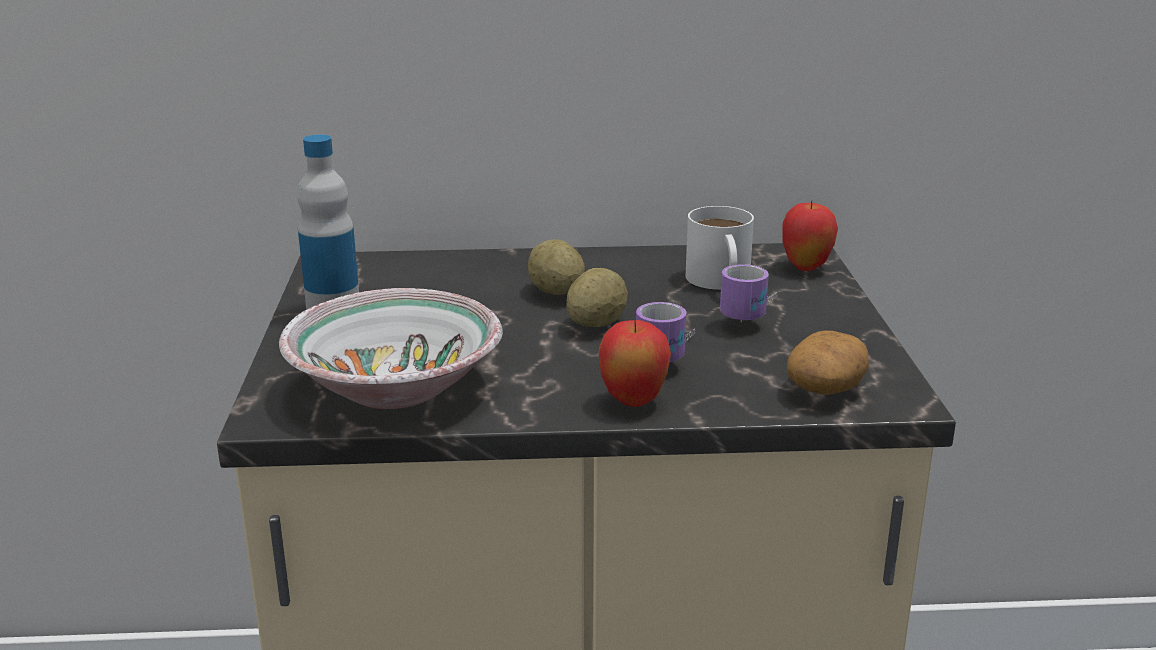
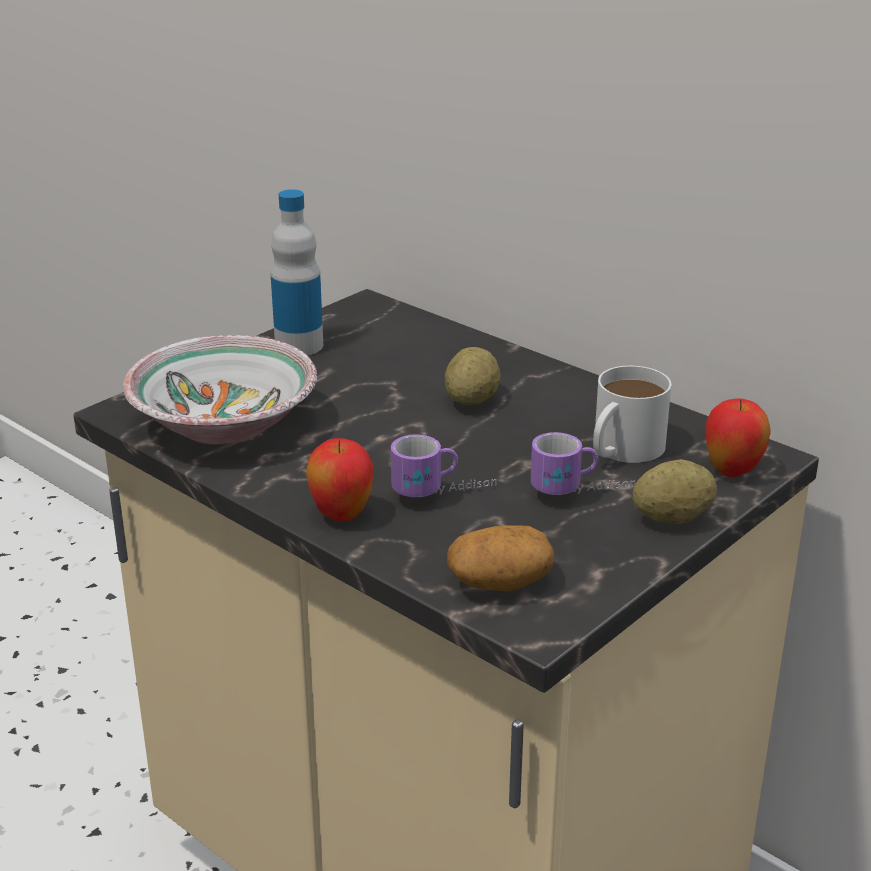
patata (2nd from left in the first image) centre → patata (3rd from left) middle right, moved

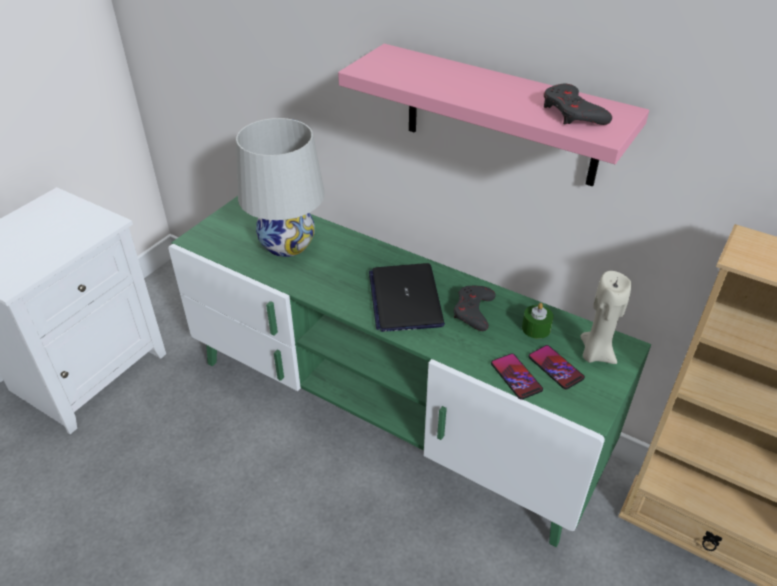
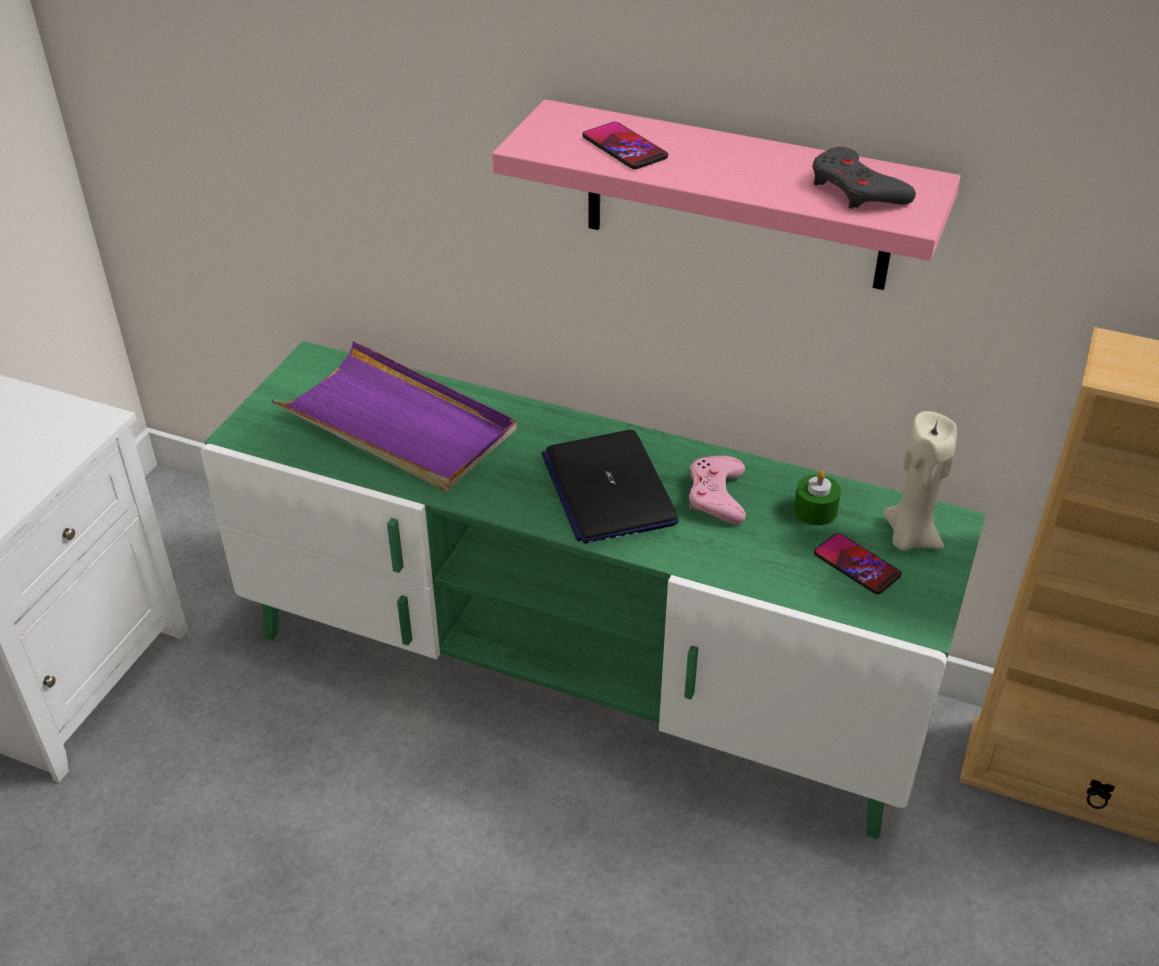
lámpara de mesa (blanco) top centre → bandeja (morado) centre
mando de consola (gris) (1st from left) centre → mando de consola (rosa) centre
móvil (1st from left) centre → móvil (1st from left) top centre, moved

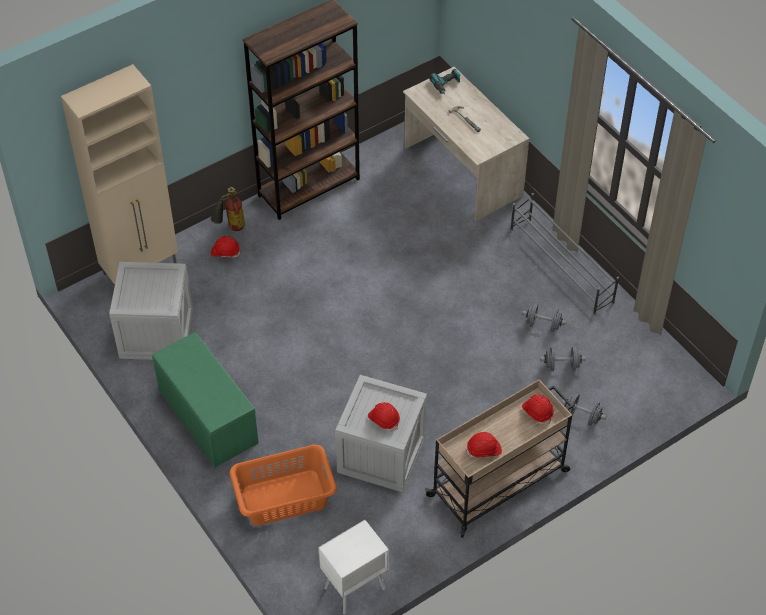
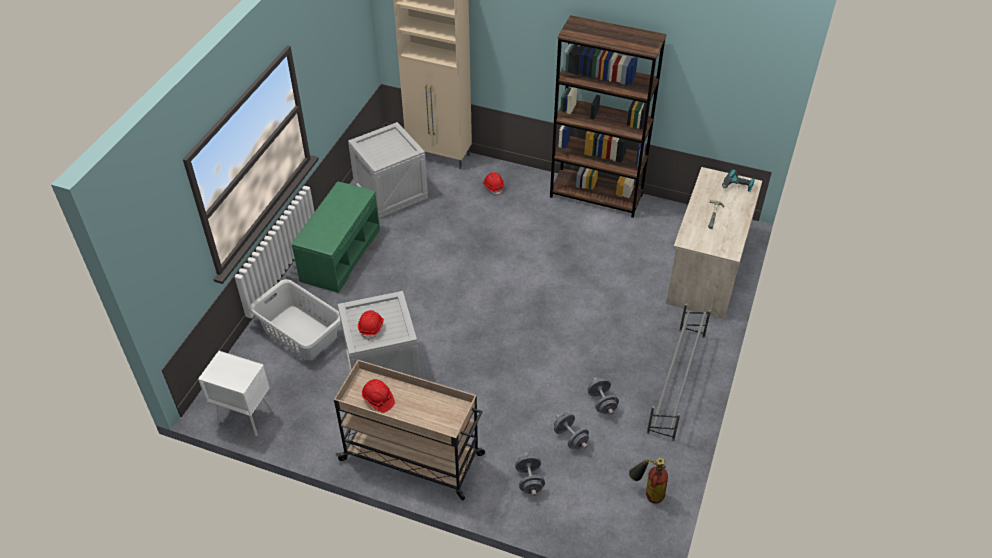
extintor middle left → extintor bottom centre, moved
casco (rojo) (4th from left) bottom right → -
cesto de la ropa (naranja) bottom centre → cesto de la ropa (gris) middle left

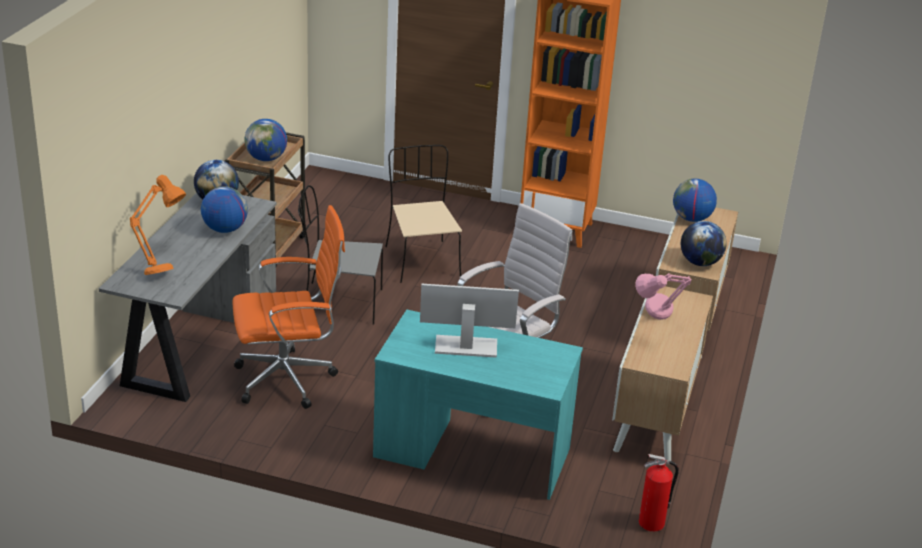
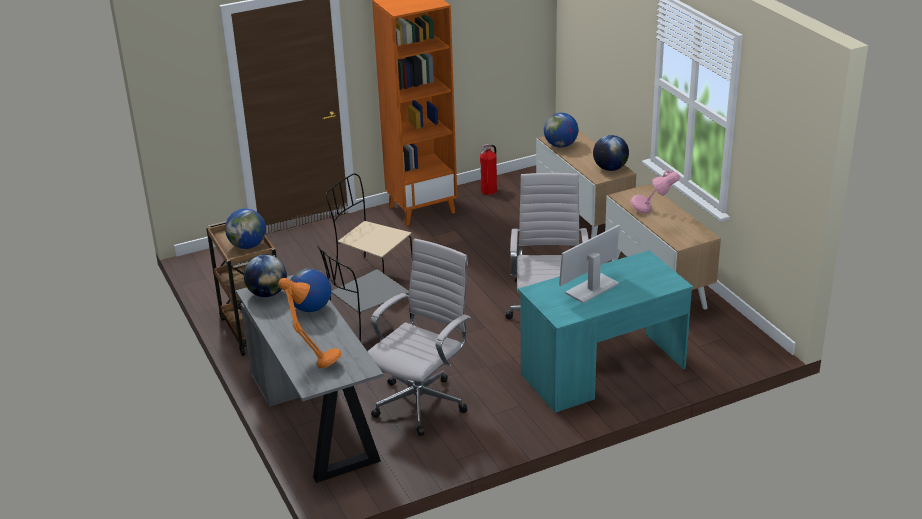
silla de oficina (naranja) middle left → silla de oficina (blanco) (1st from left) centre
extintor bottom right → extintor top centre, moved

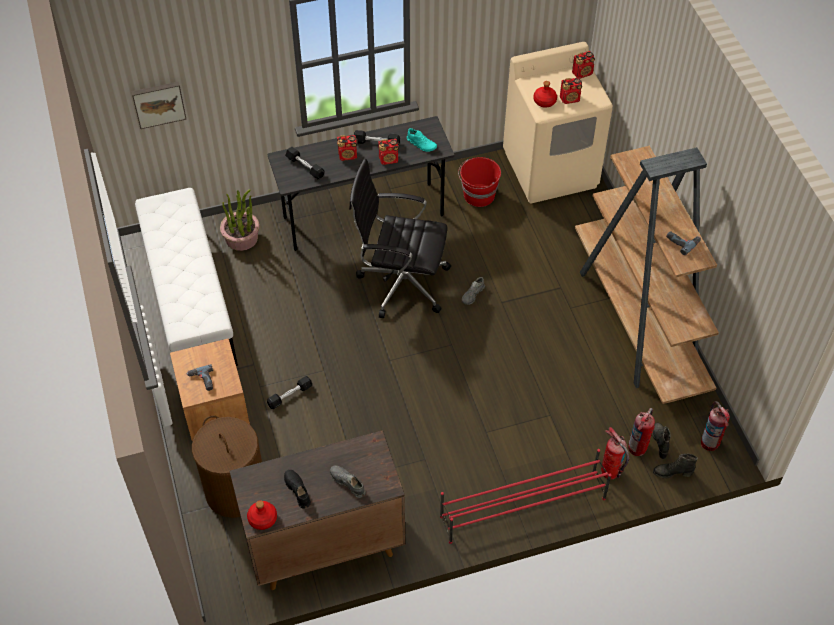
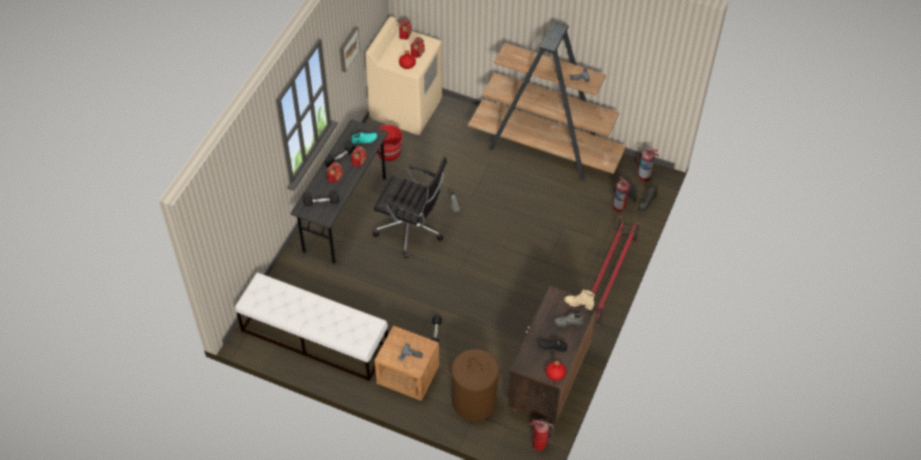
cuadro top left → cuadro top centre, moved
silla de oficina (negro) centre, 120 degrees counterclockwise
planta en maceta middle left → -
extintor (1st from left) bottom right → extintor (1st from left) bottom centre, moved
- → bota (beis) centre

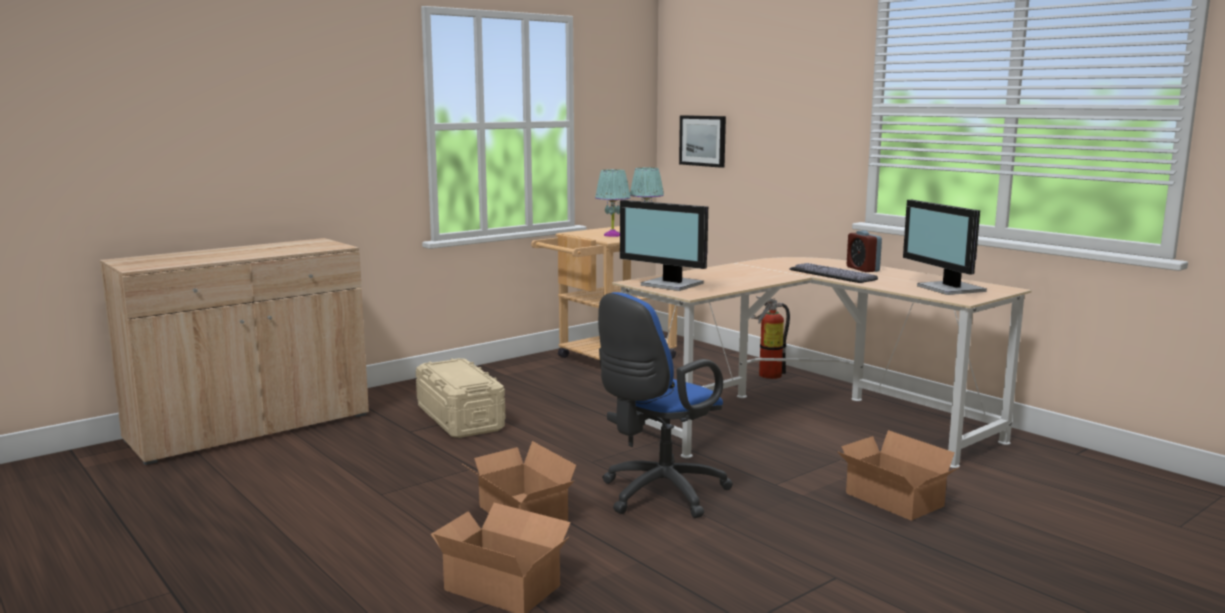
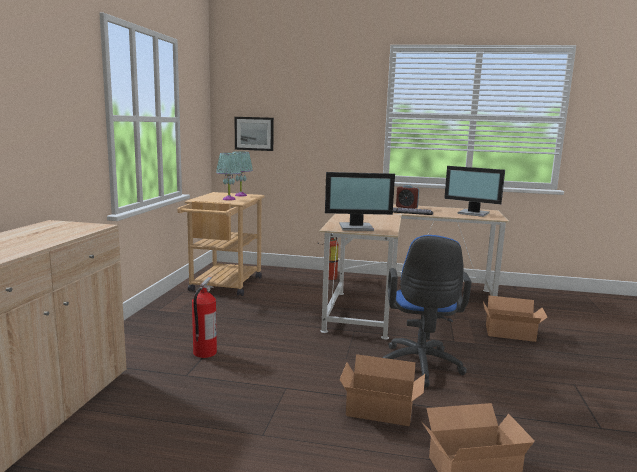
caja de almacenaje (beis) centre → extintor (1st from left) bottom left

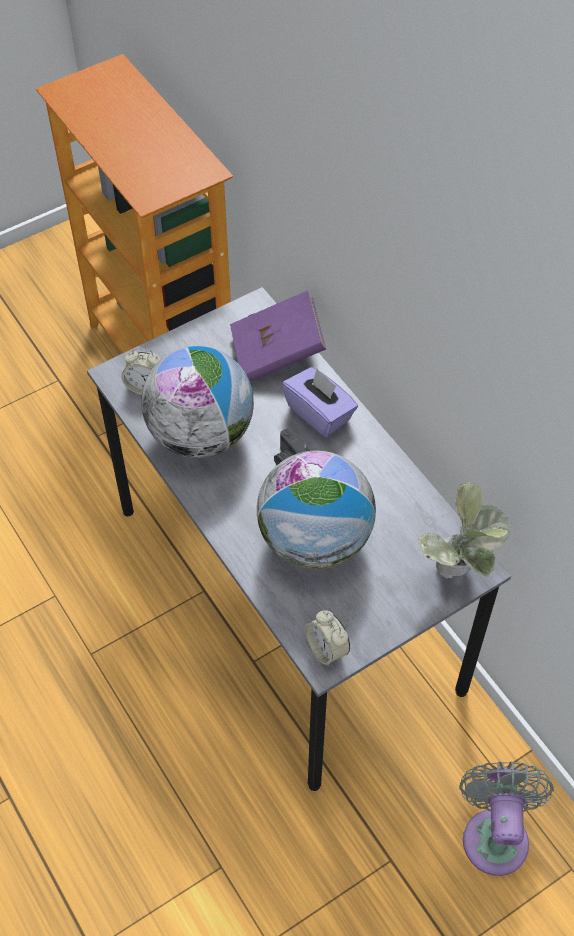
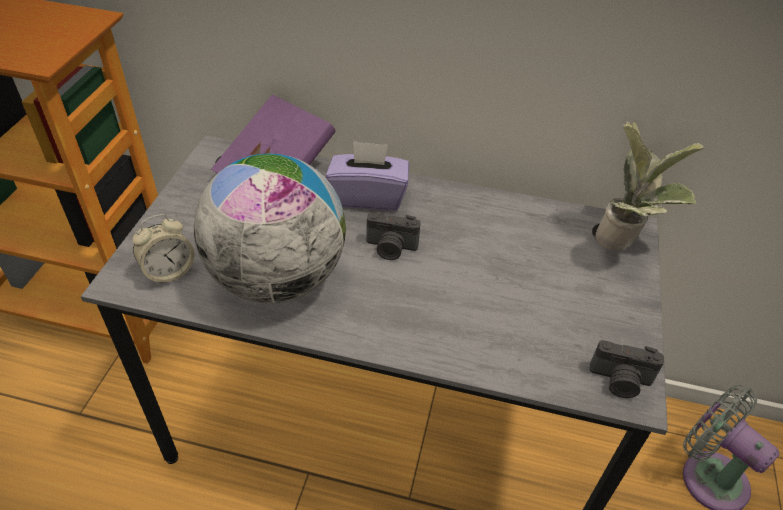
globo terráqueo (2nd from left) centre → -
despertador (2nd from left) bottom centre → cámara (2nd from left) bottom right

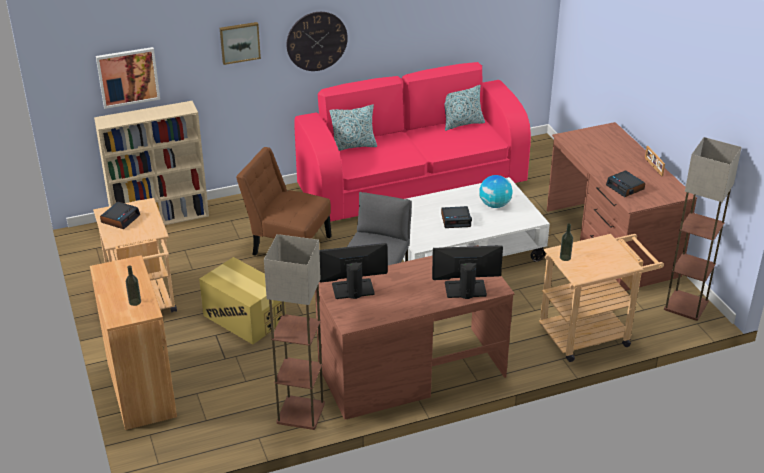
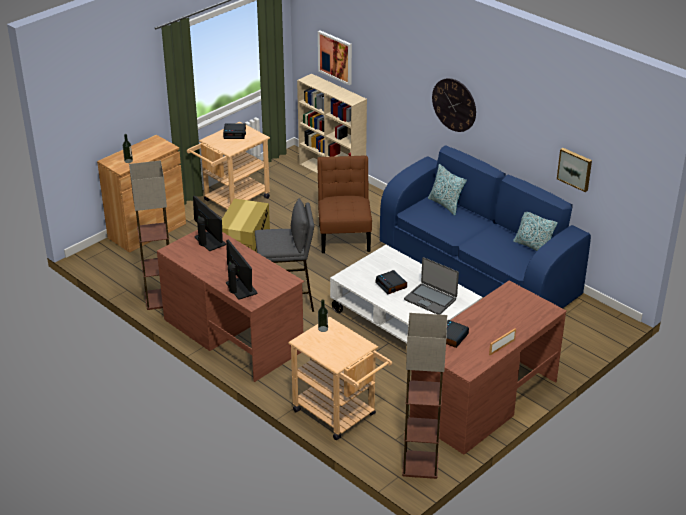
cuadro (2nd from left) top left → cuadro (2nd from left) top right, moved
sofá (rosa) top centre → sofá (azul) middle right
globo terráqueo centre → portátil centre

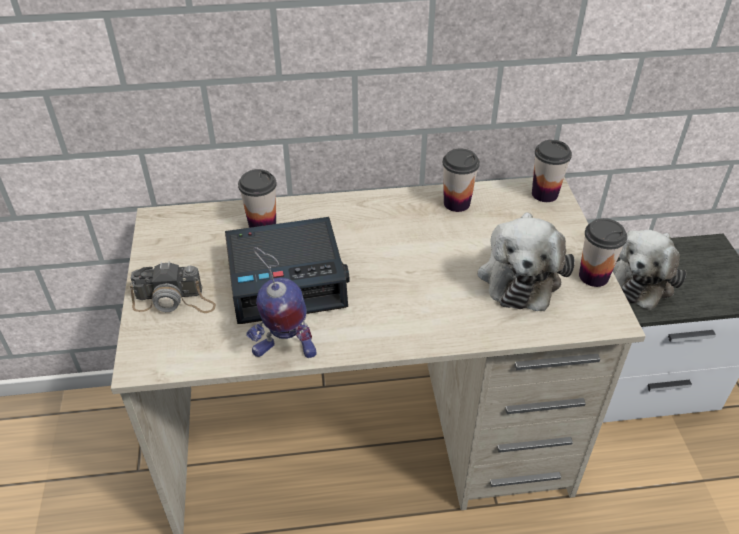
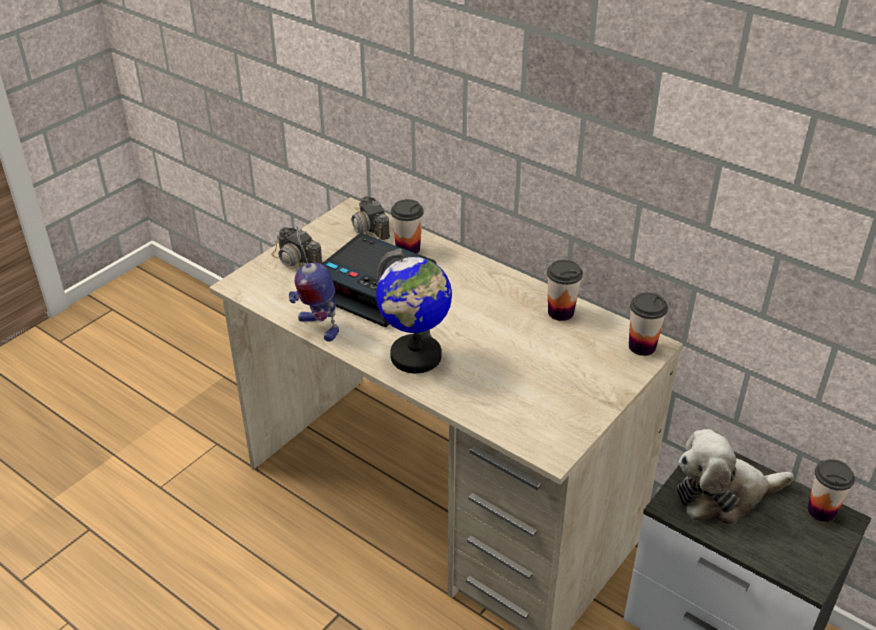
peluche (1st from left) middle right → -
taza (4th from left) middle right → taza (4th from left) bottom right, moved
- → cámara (2nd from left) centre
- → globo terráqueo centre

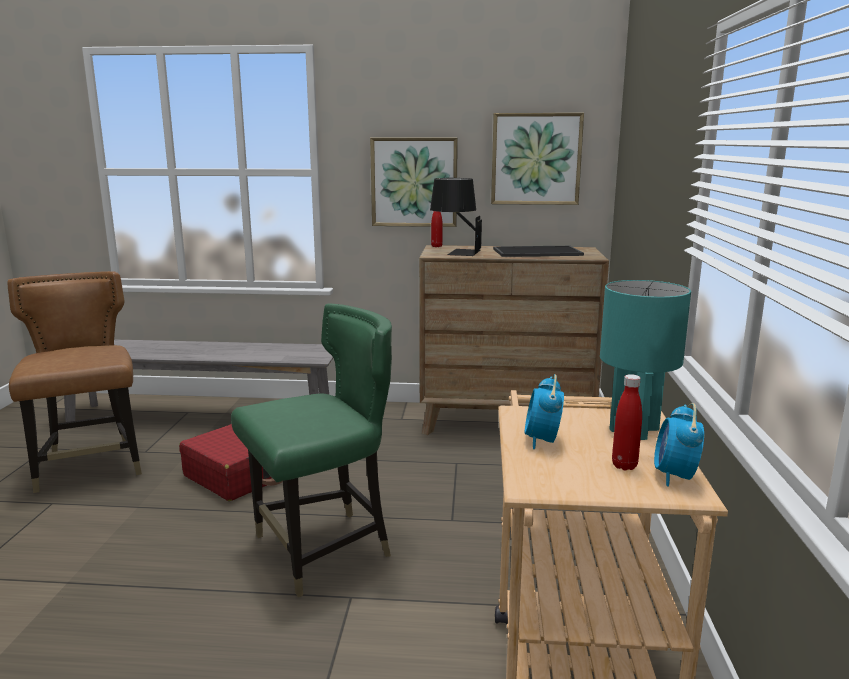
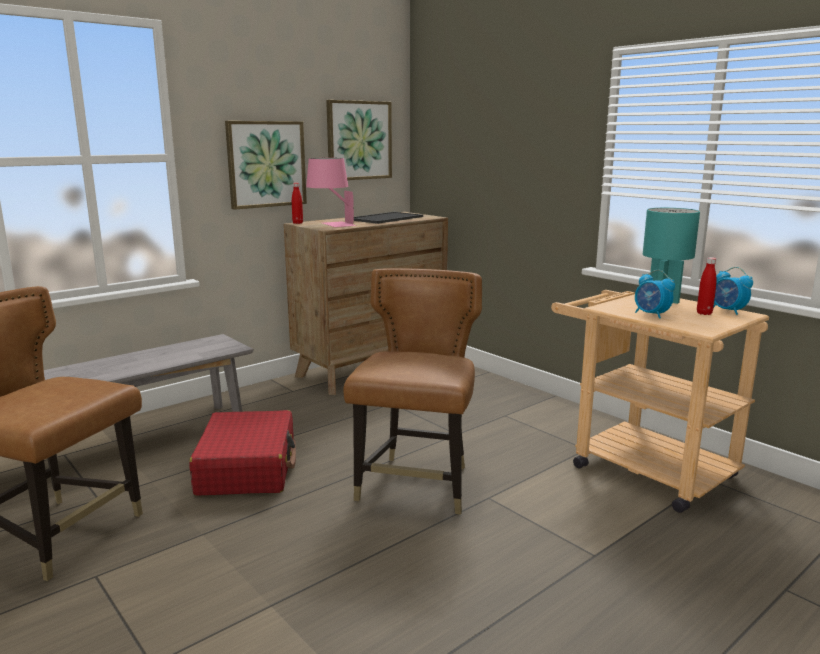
lámpara de mesa (negro) top centre → lámpara de mesa (rosa) top centre
silla (verde) centre → silla (marrón) (2nd from left) centre

